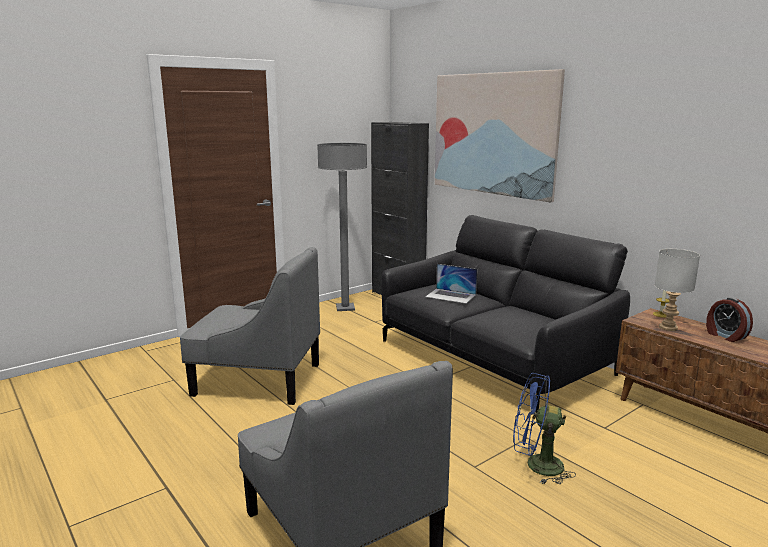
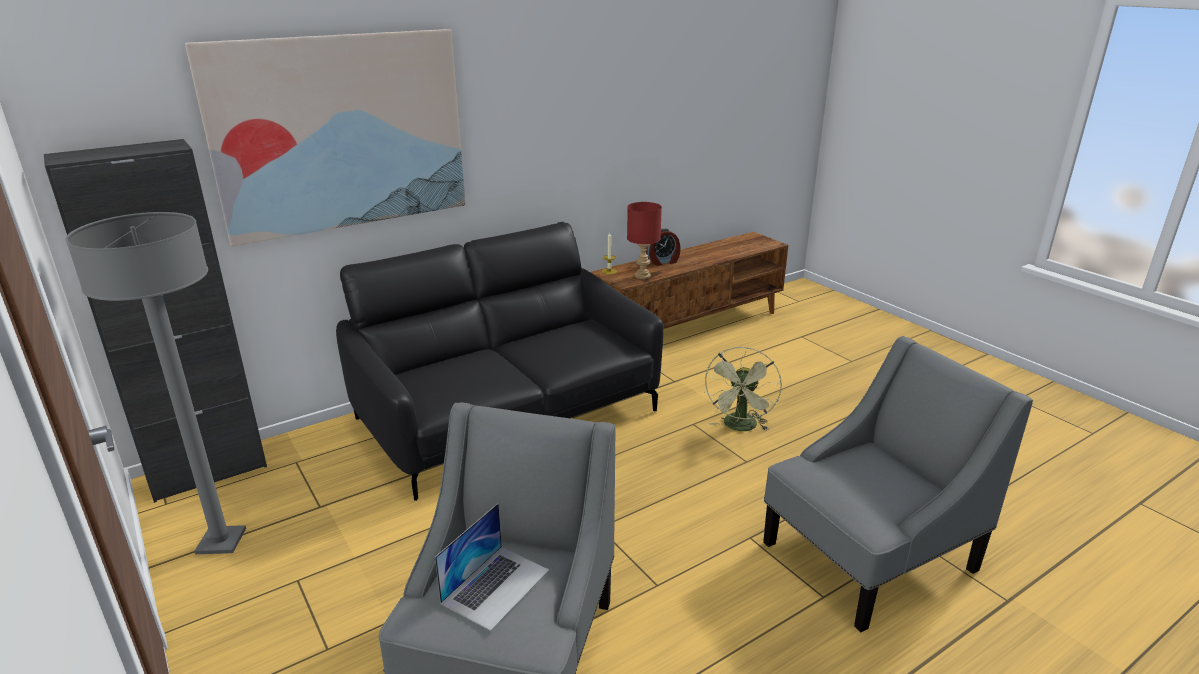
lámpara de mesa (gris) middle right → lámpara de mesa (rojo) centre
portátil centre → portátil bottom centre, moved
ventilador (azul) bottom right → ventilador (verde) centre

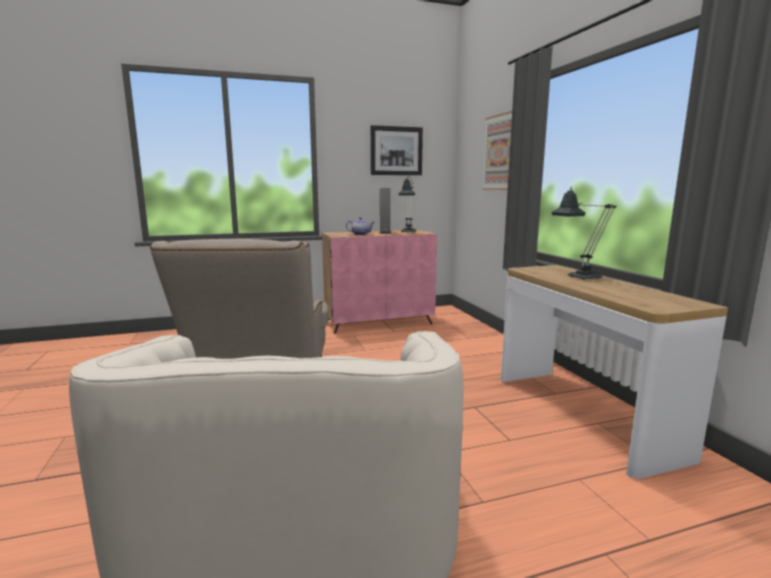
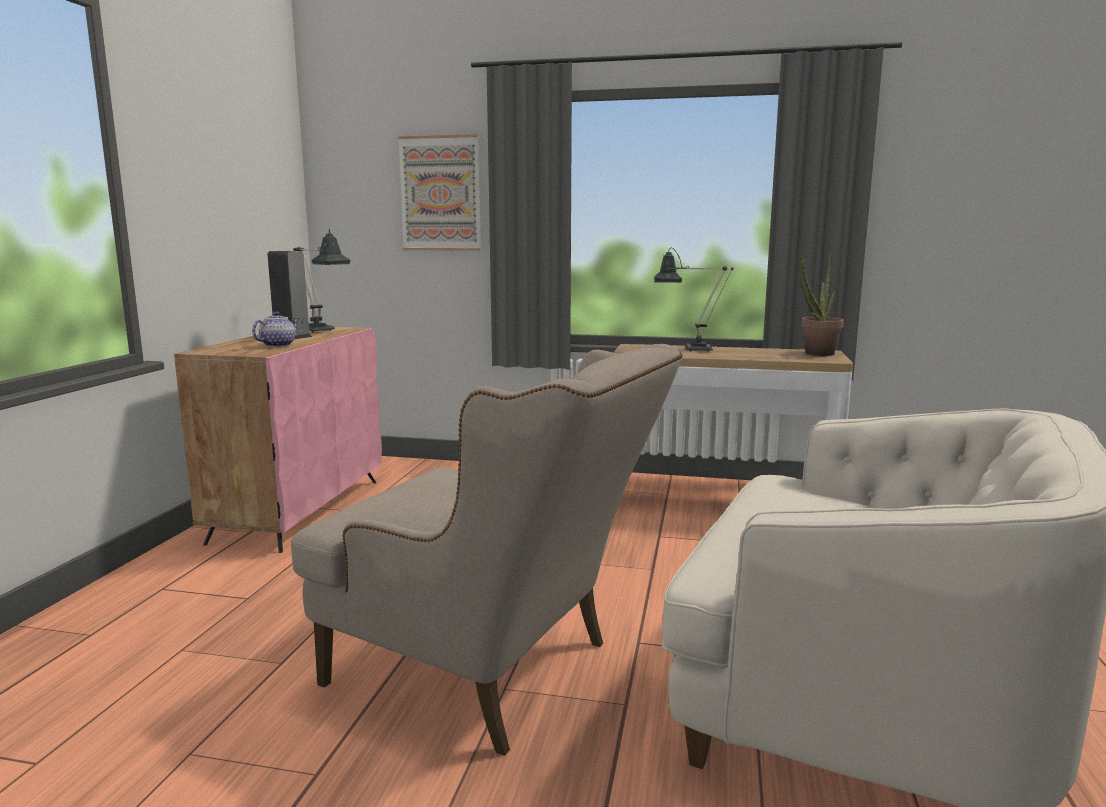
cuadro (1st from left) top centre → -
- → planta en maceta middle right

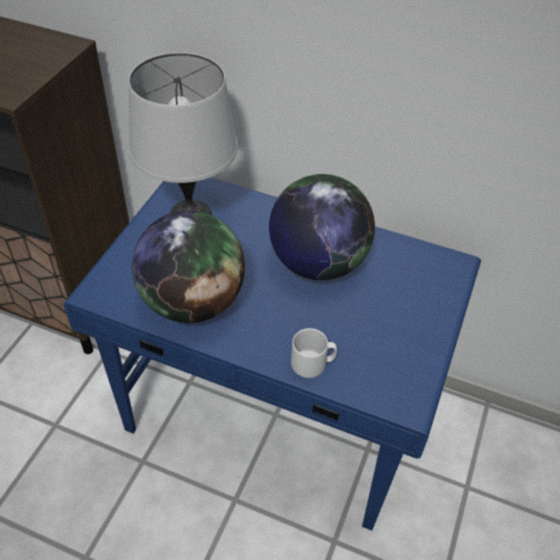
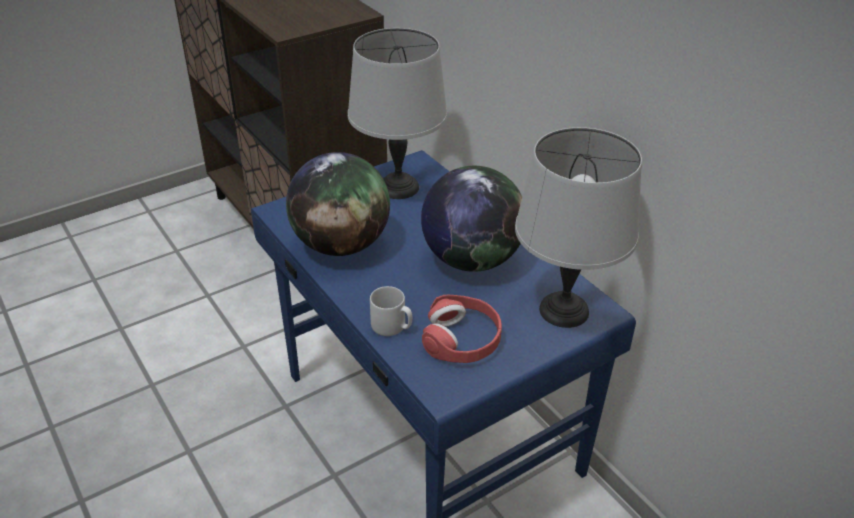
- → lámpara de mesa (gris) (2nd from left) middle right
- → auriculares (rojo) centre

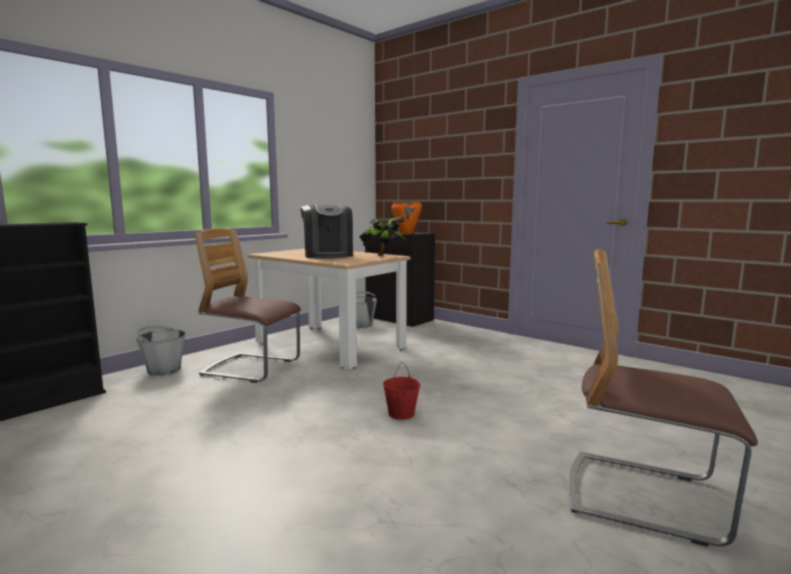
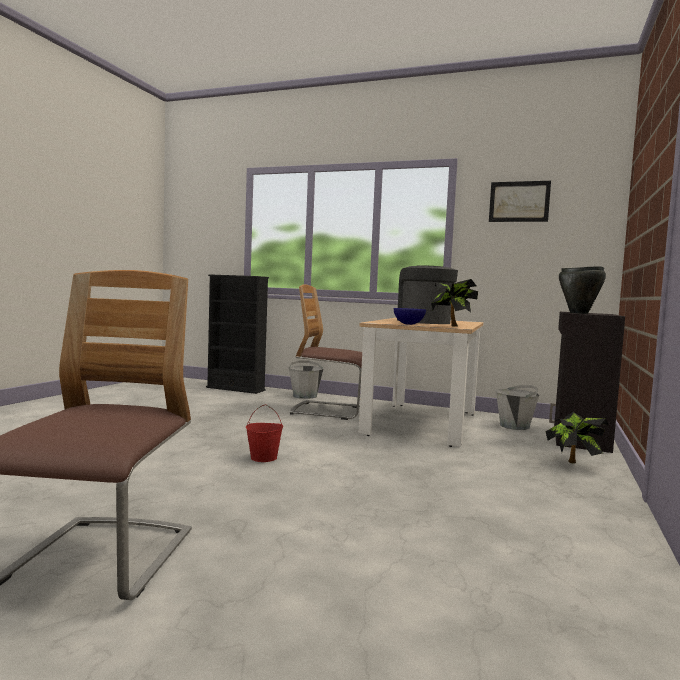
olla (naranja) centre → olla (negro) middle right
cafetera centre, 120 degrees clockwise
silla (1st from left in the first image) middle left → silla (2nd from left) centre, 75 degrees counterclockwise
- → cuadro top right
- → cuenco (azul) centre
- → planta en maceta (2nd from left) middle right

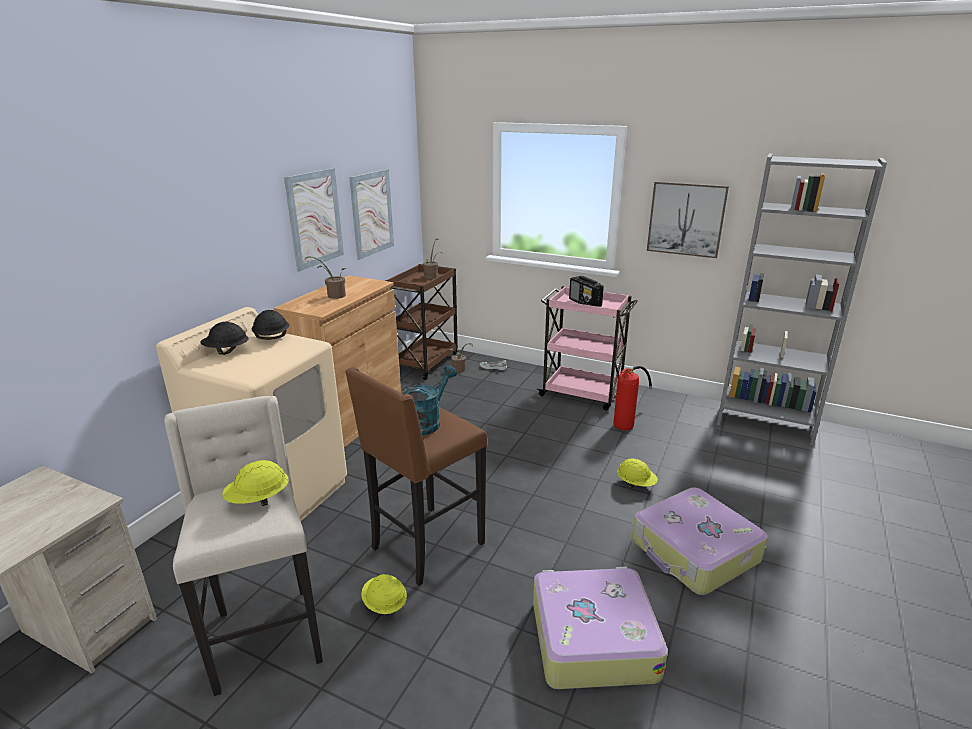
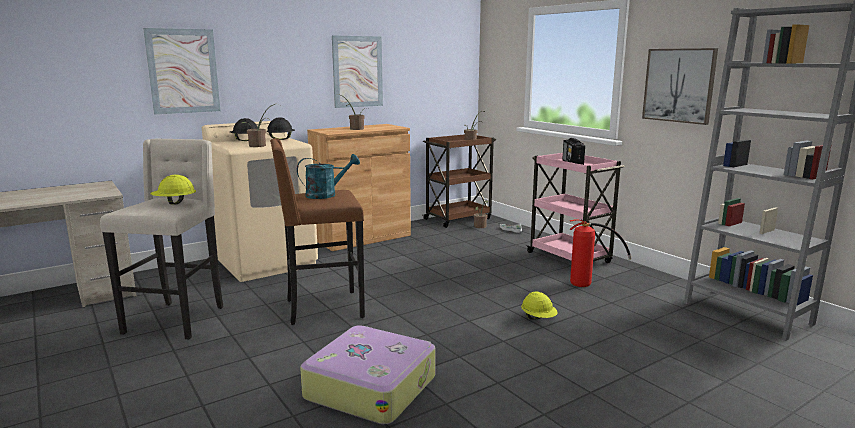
cuadro (2nd from left in the first image) top centre → cuadro (1st from left) top left, moved
maleta (2nd from left) bottom right → -
casco (amarillo) (2nd from left) bottom centre → -
- → planta en maceta (1st from left) top left

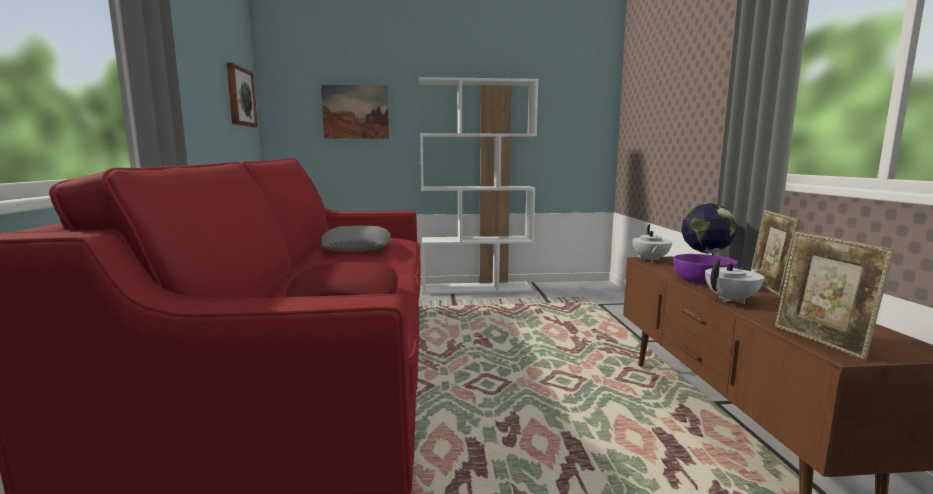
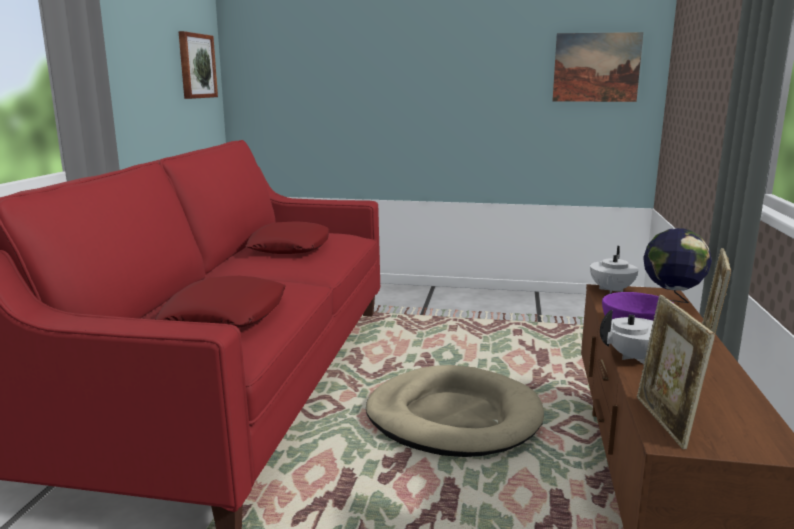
estantería (blanco) centre → -
cuadro (2nd from left) top centre → cuadro (2nd from left) top right, moved
cojín (gris) centre → cojín (rojo) (2nd from left) centre
- → cama para perro (beis) bottom centre

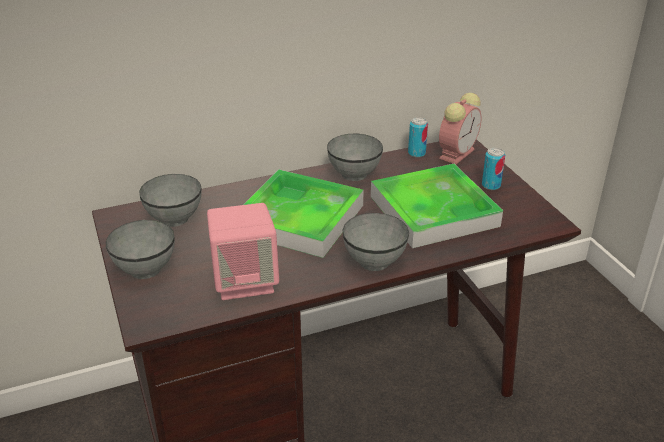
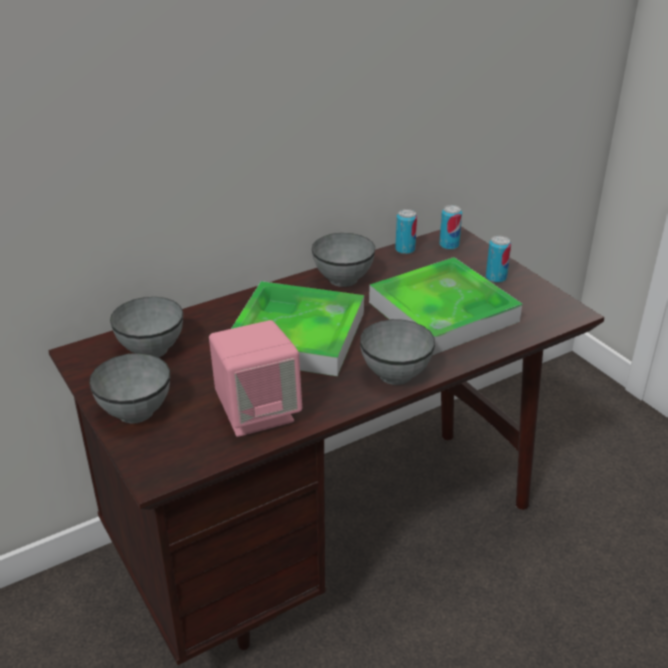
despertador top right → lata (2nd from left) middle right

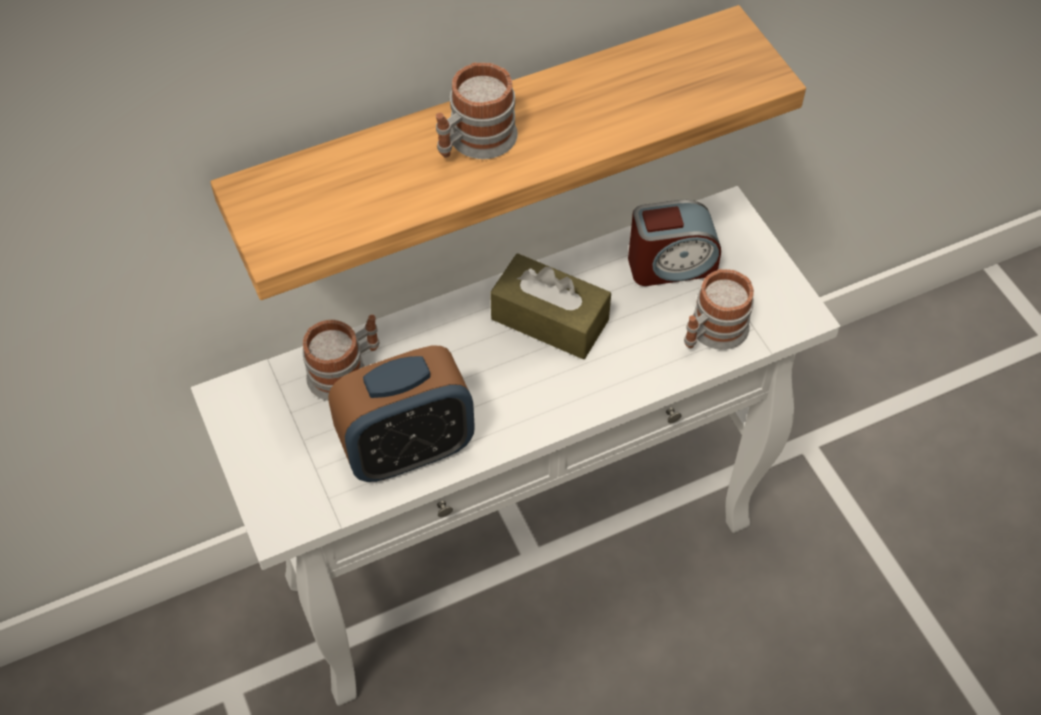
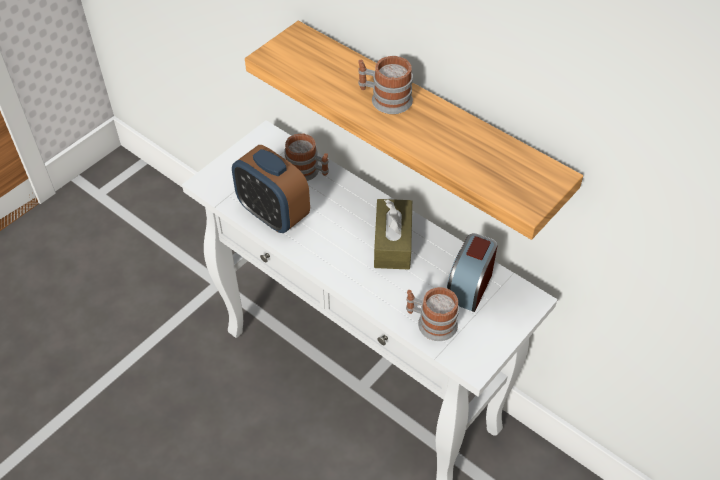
despertador (2nd from left) centre, 60 degrees clockwise

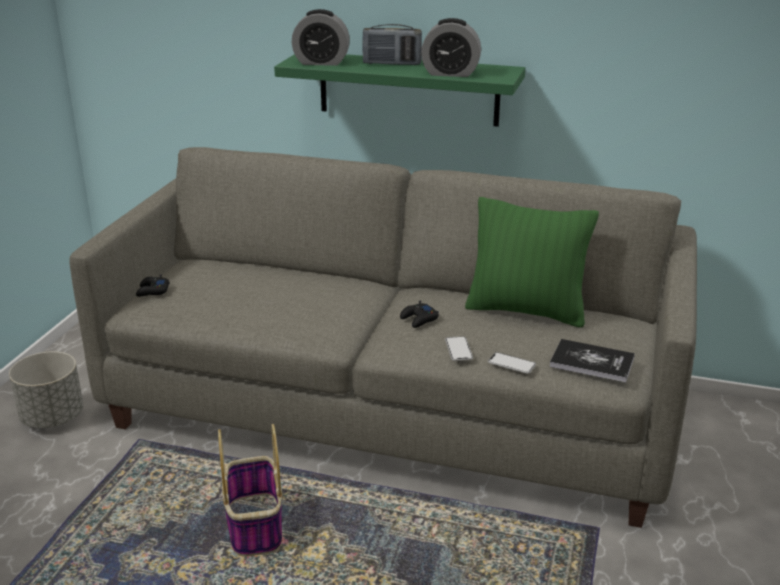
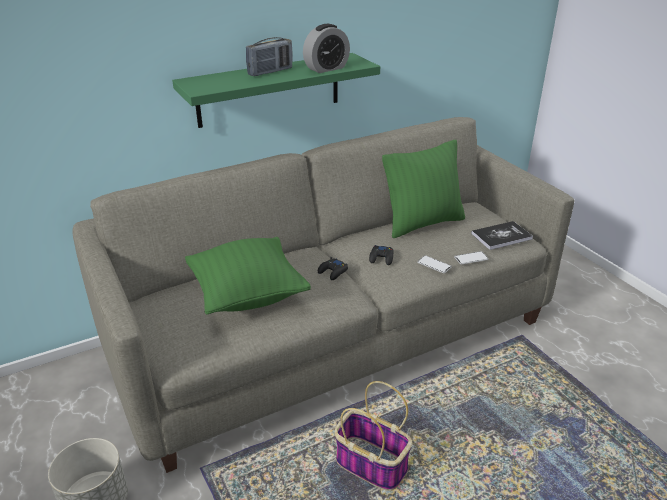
despertador (1st from left) top centre → -
mando de consola (negro) (1st from left) middle left → mando de consola (negro) (1st from left) centre, moved
- → cojín (verde) (1st from left) centre

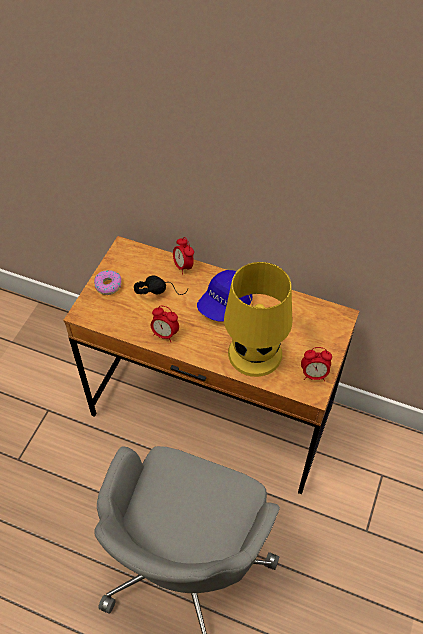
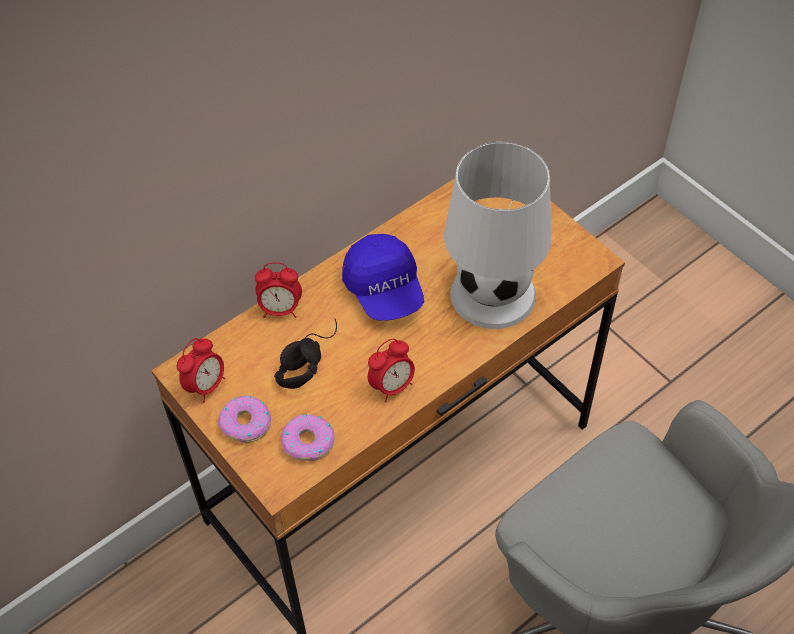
lámpara de mesa (amarillo) centre → lámpara de mesa (blanco) centre
despertador (3rd from left in the first image) middle right → despertador (1st from left) middle left, moved
- → rosquilla (2nd from left) bottom centre

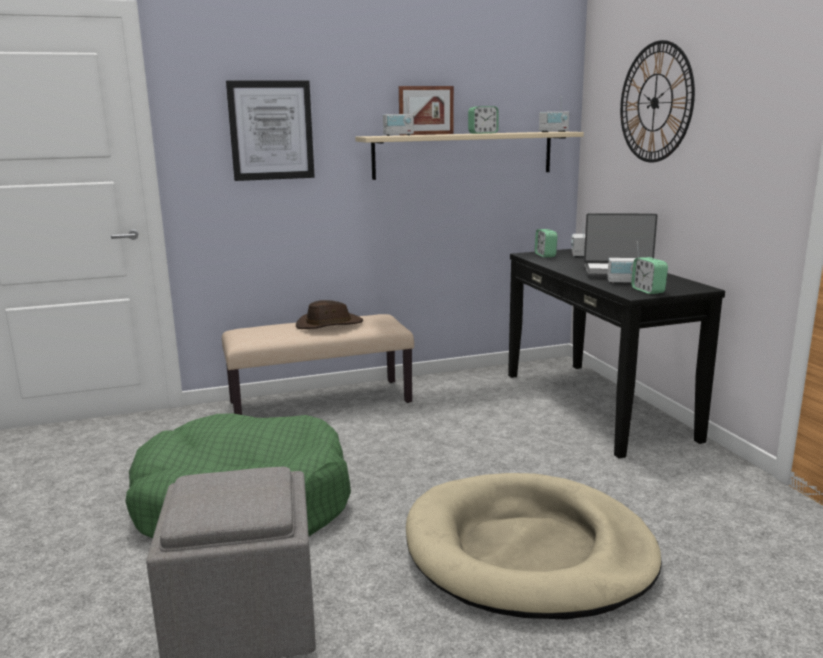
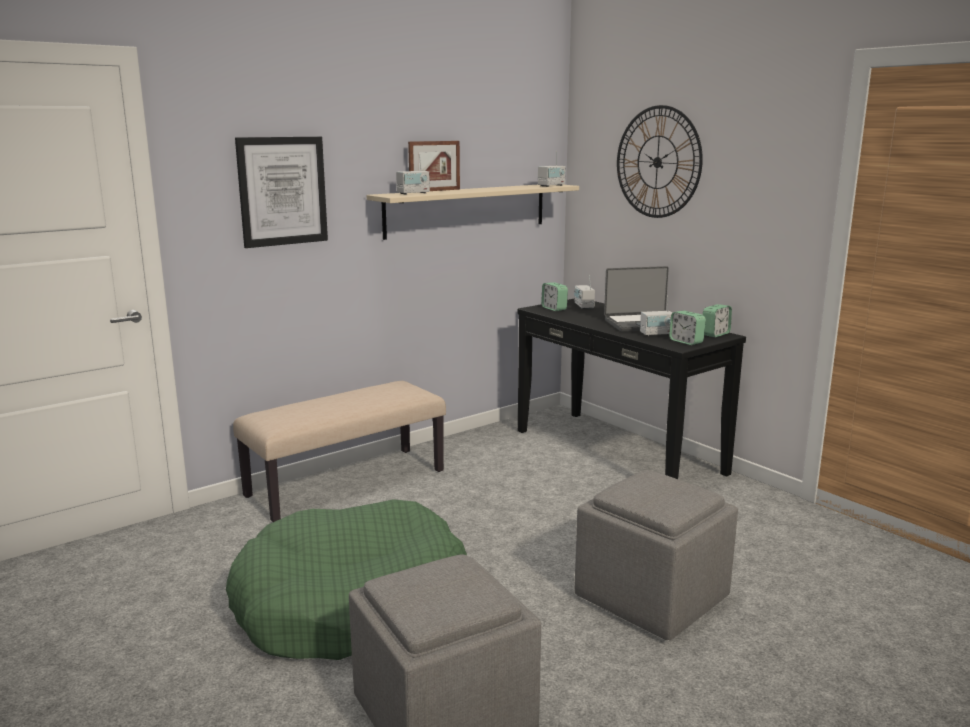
despertador (1st from left in the first image) top centre → despertador (3rd from left) middle right, moved
sombrero (marrón) centre → -
cama para perro (beis) bottom centre → puf (gris) (2nd from left) bottom right

